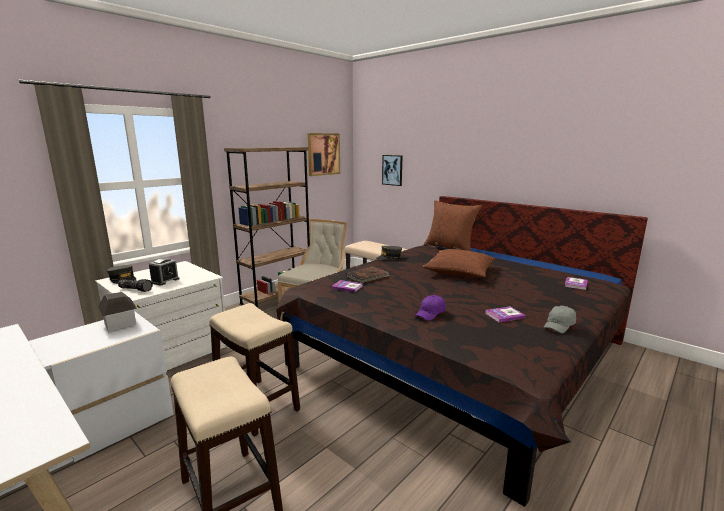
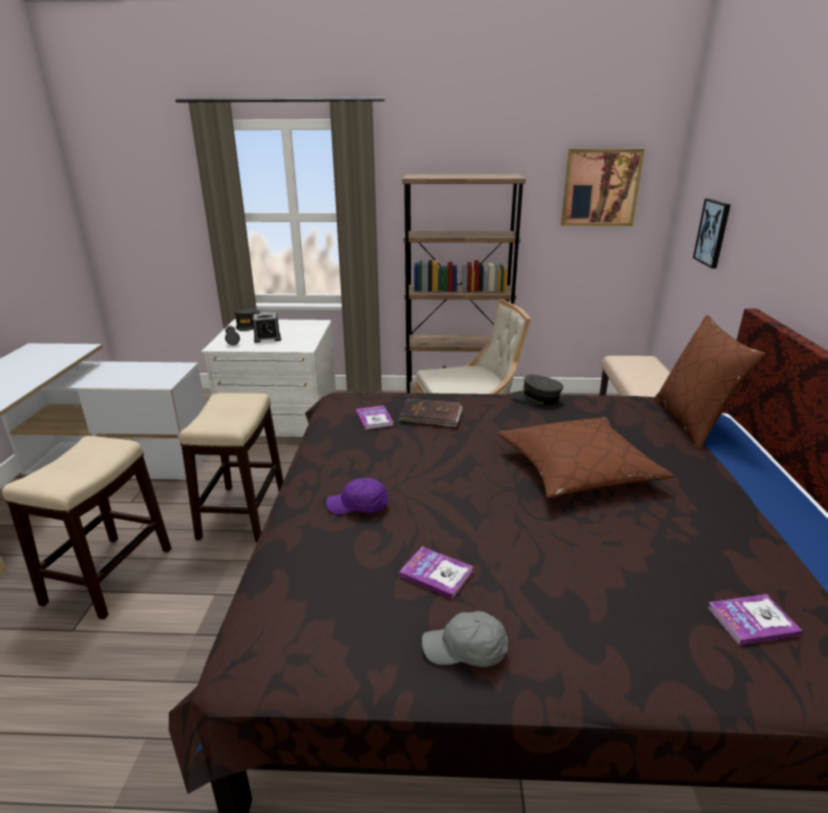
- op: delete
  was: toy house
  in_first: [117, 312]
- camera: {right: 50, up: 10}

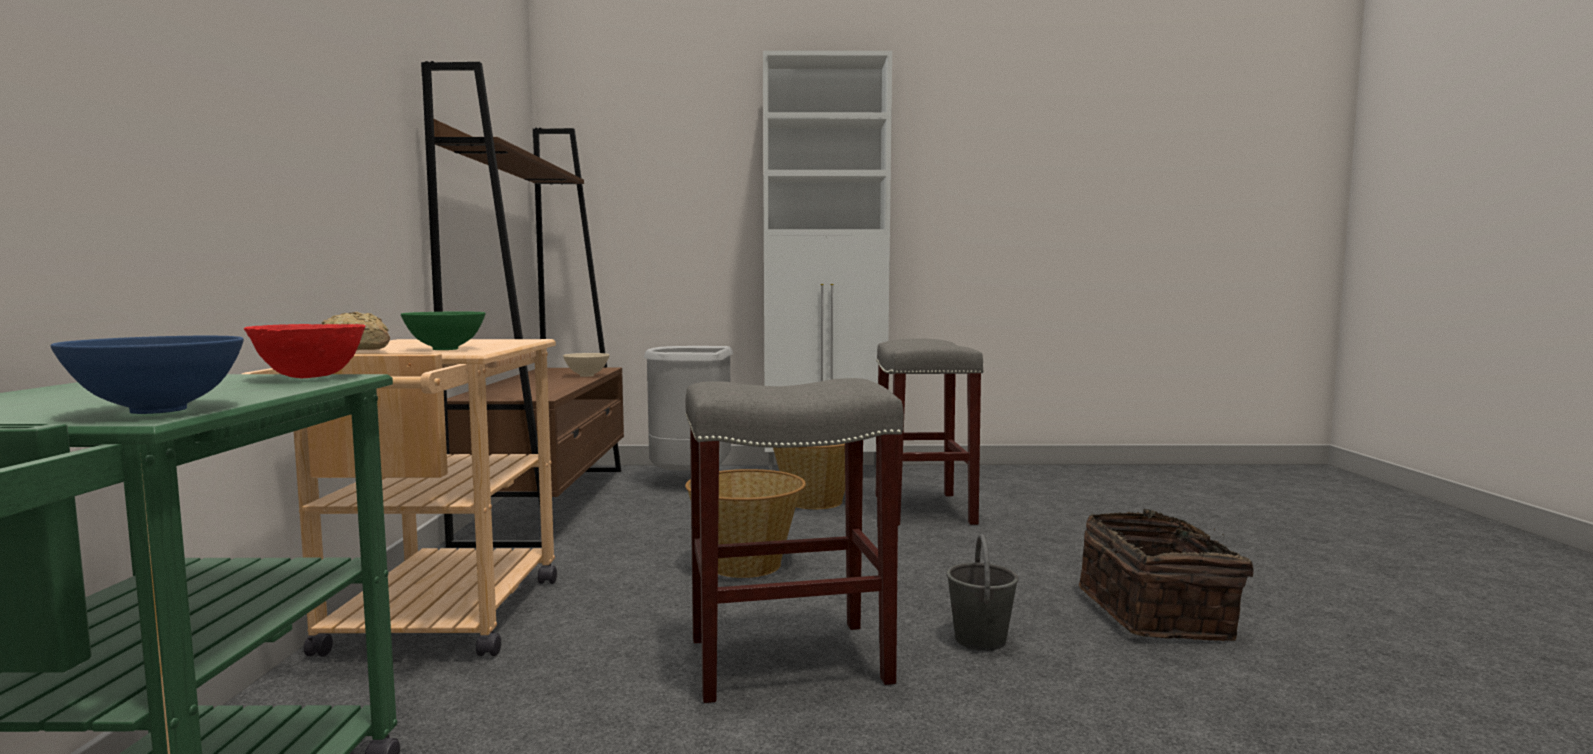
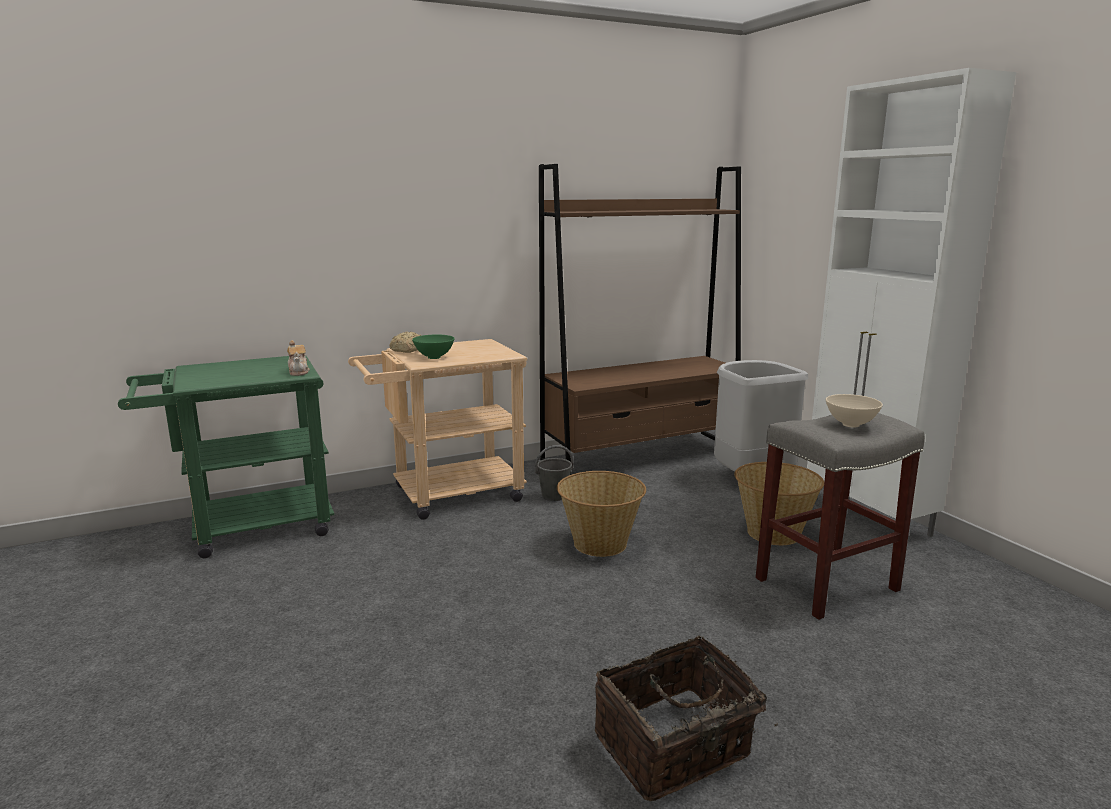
- op: delete
  was: bowl (blue)
  in_first: [147, 375]
- op: delete
  was: stool (grey)
  in_first: [794, 540]
- op: move
  was: bowl (beige)
  in_first: [586, 365]
  in_second: [854, 411]
- op: move
  was: bucket (grey)
  in_first: [983, 592]
  in_second: [554, 473]
- op: replace
  was: bowl (red)
  now: teapot
  in_first: [304, 351]
  in_second: [298, 358]
- camera: {right: 65, up: 10}

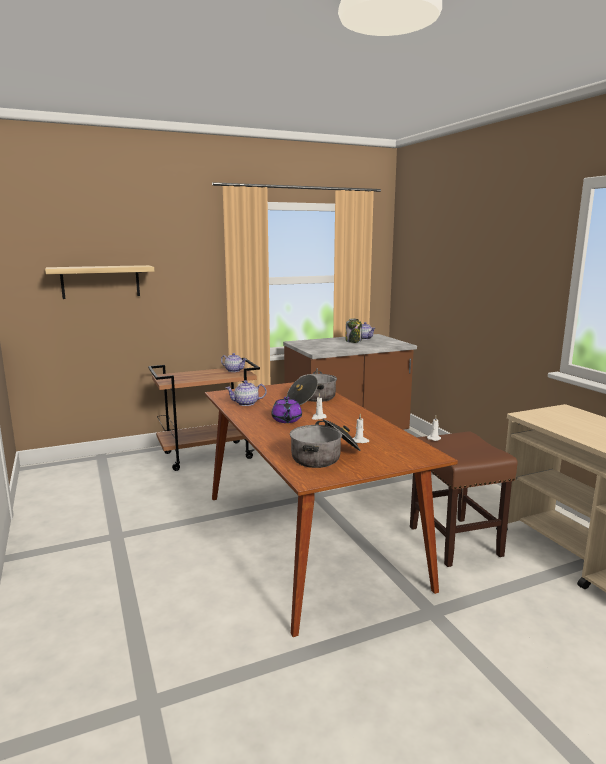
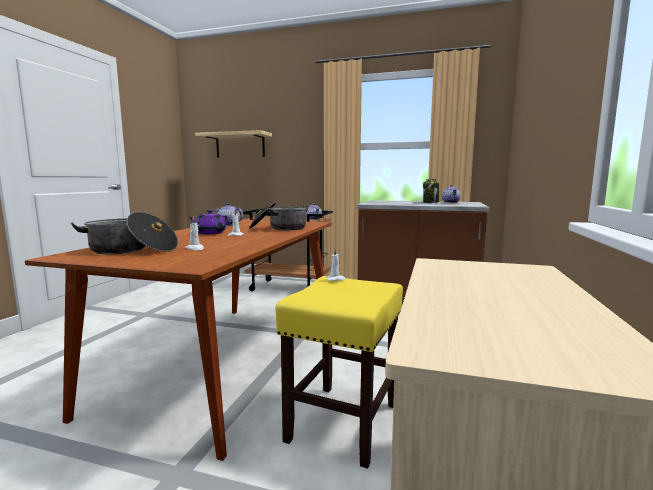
- op: recolor
  was: stool (brown)
  now: stool (yellow)
  in_first: [464, 499]
  in_second: [339, 372]
- camera: {right: 40, up: -5}

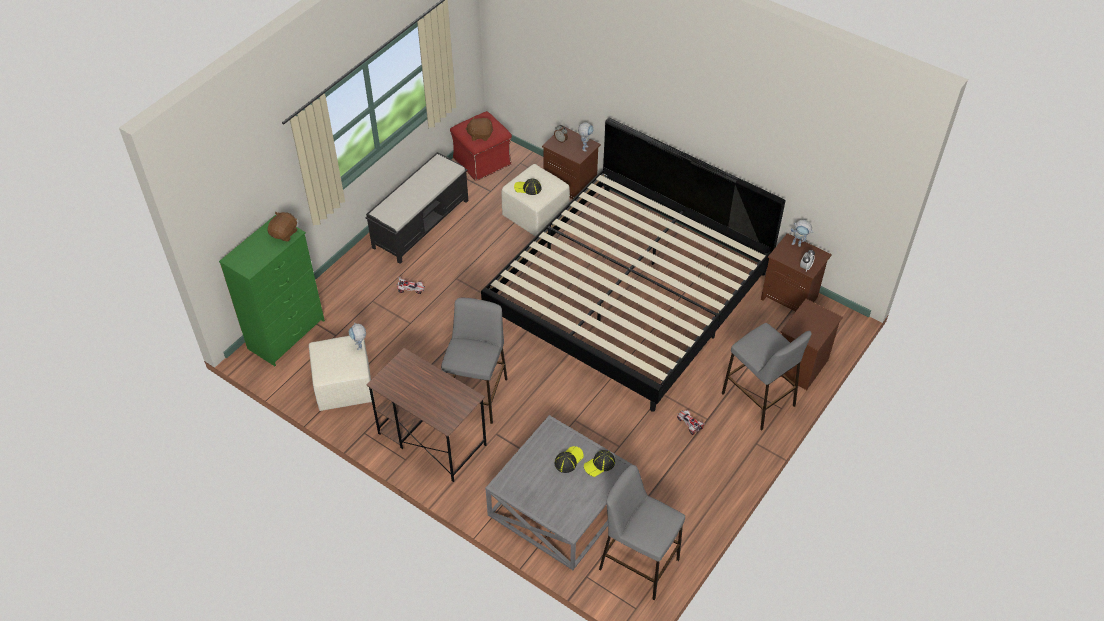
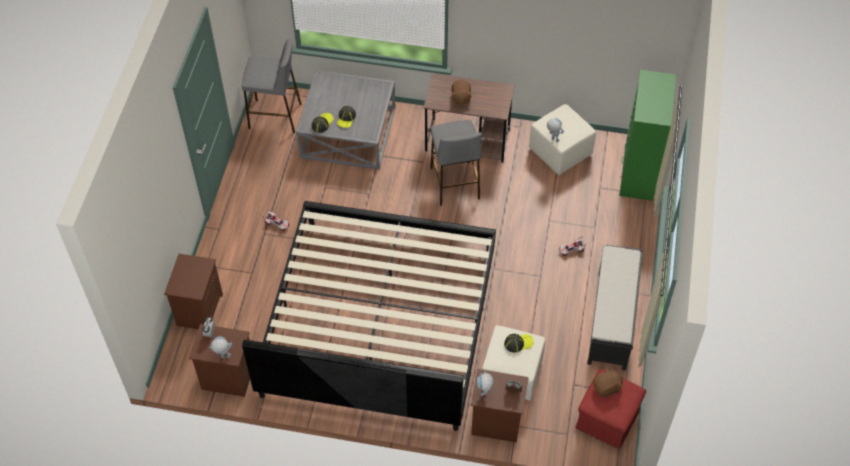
- op: delete
  was: stool (grey)
  in_first: [767, 376]
- op: move
  was: plush toy (brown)
  in_first: [283, 226]
  in_second: [462, 92]
- camera: {right: 155, up: 5}

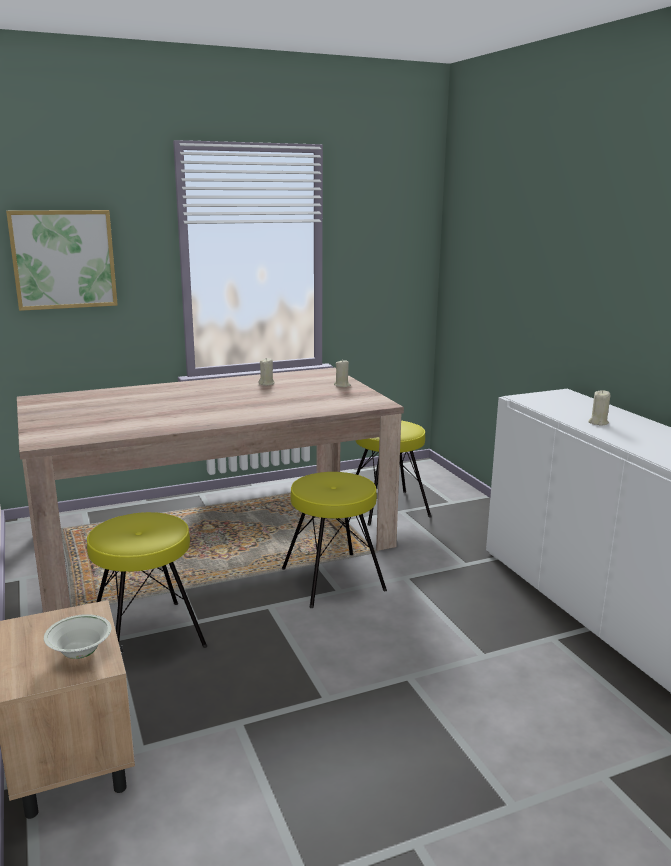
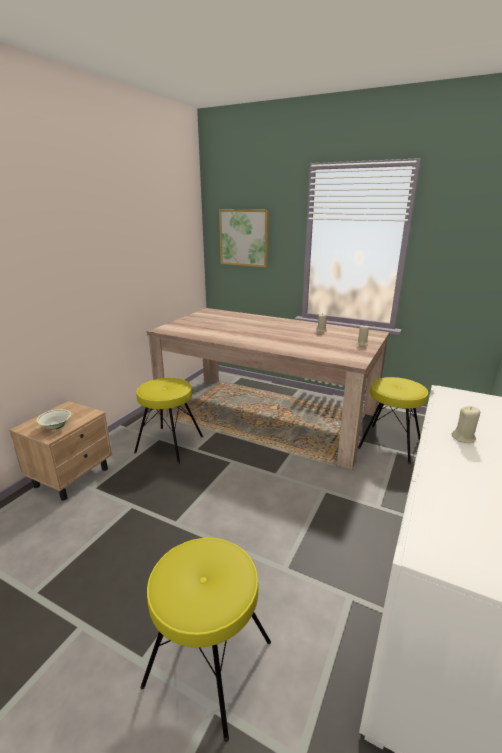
- op: move
  was: stool (yellow)
  in_first: [334, 540]
  in_second: [205, 640]
- camera: {right: 50, up: 5}

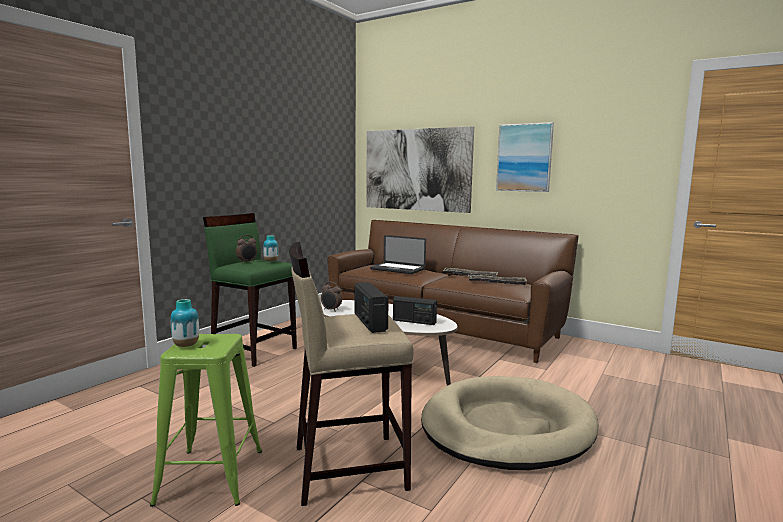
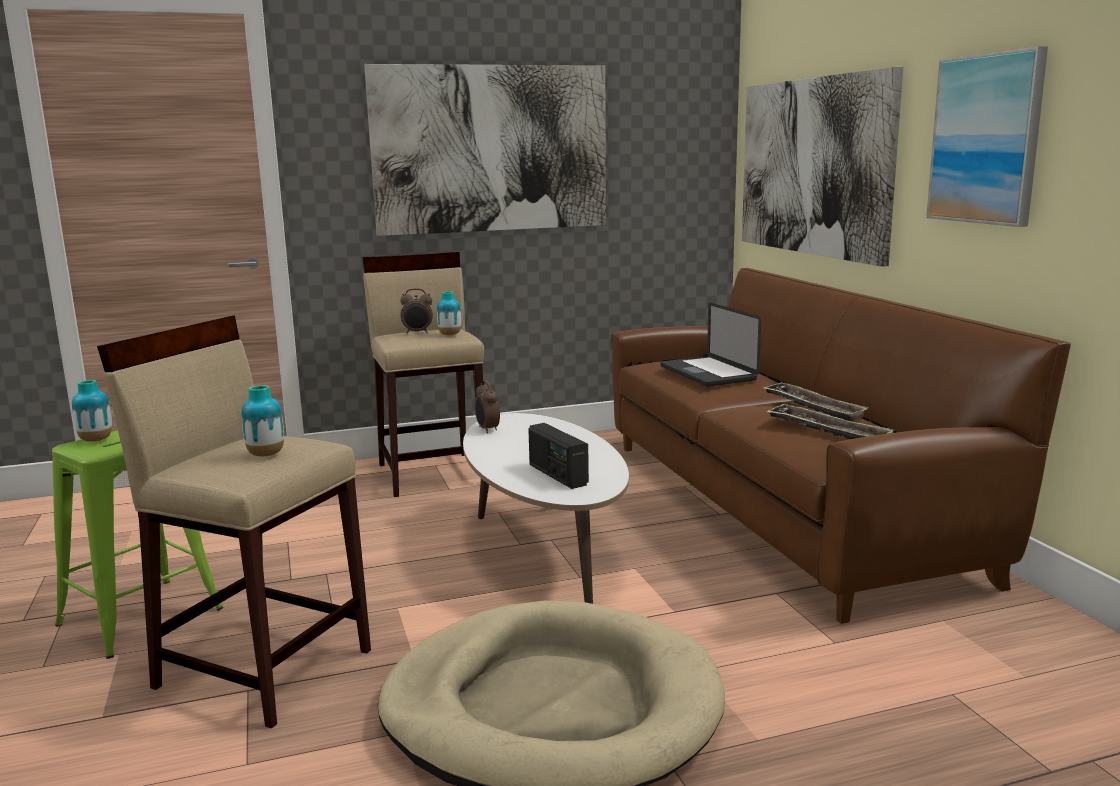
- op: insert
  now: picture
  in_second: [485, 150]
- op: replace
  was: radio
  now: vase
  in_first: [372, 307]
  in_second: [263, 420]
- op: recolor
  was: stool (green)
  now: stool (beige)
  in_first: [250, 290]
  in_second: [423, 374]
- camera: {right: 40, up: 5}

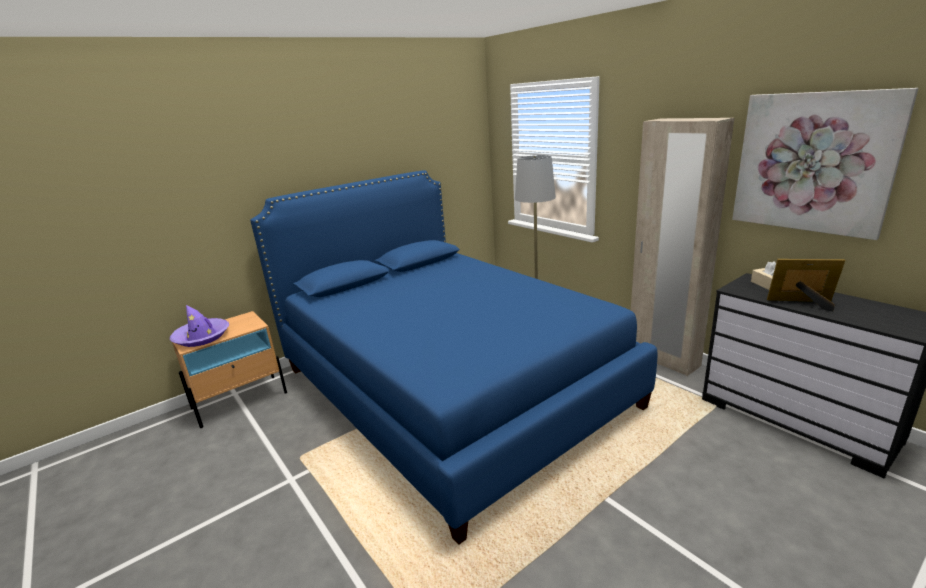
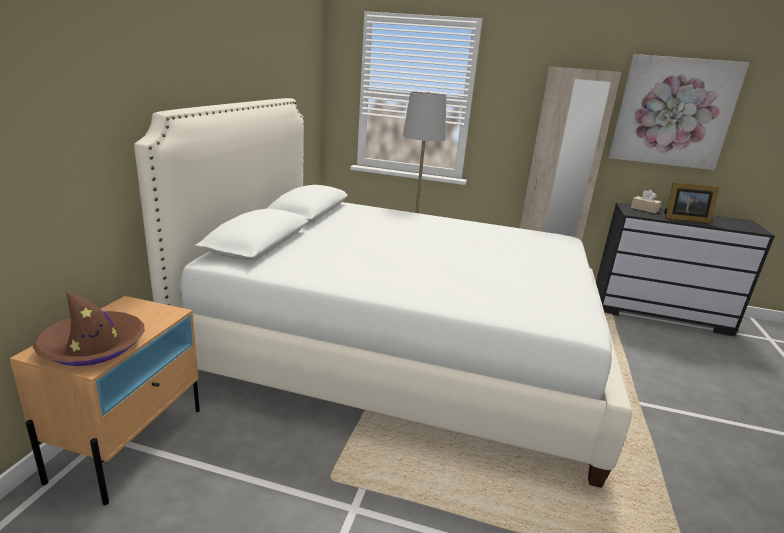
- op: recolor
  was: hat (purple)
  now: hat (brown)
  in_first: [199, 326]
  in_second: [88, 328]
- op: recolor
  was: bed (blue)
  now: bed (white)
  in_first: [453, 357]
  in_second: [383, 293]
- op: rotate
  was: picture frame
  in_first: [806, 285]
  in_second: [692, 203]
  clockwise: -150
- camera: {right: -40, up: 0}

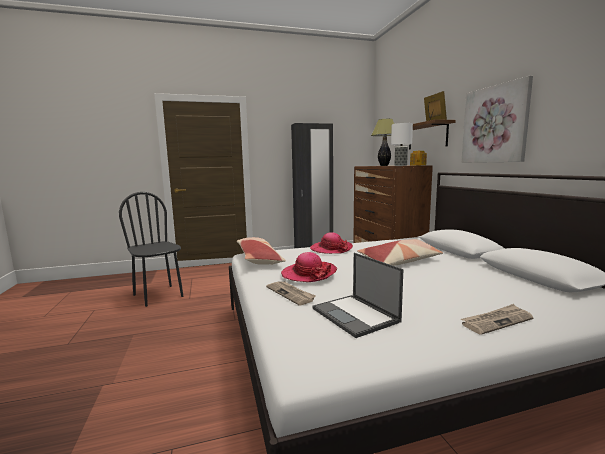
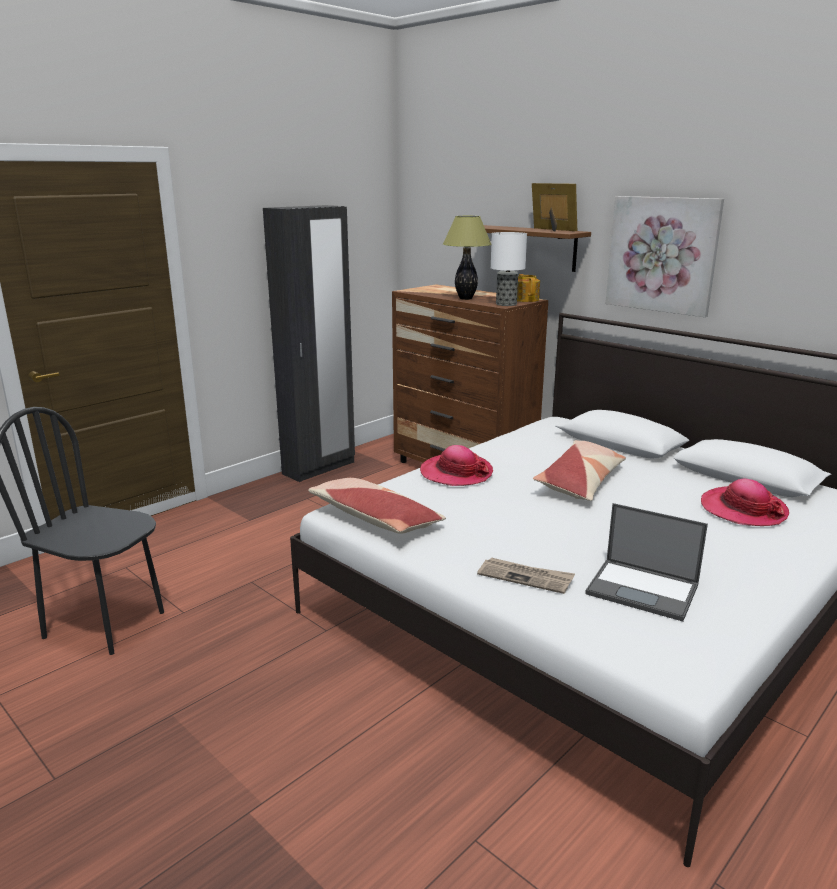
- op: delete
  was: newspaper
  in_first: [497, 319]
- op: move
  was: hat
  in_first: [309, 267]
  in_second: [745, 502]
- camera: {right: -30, up: 10}

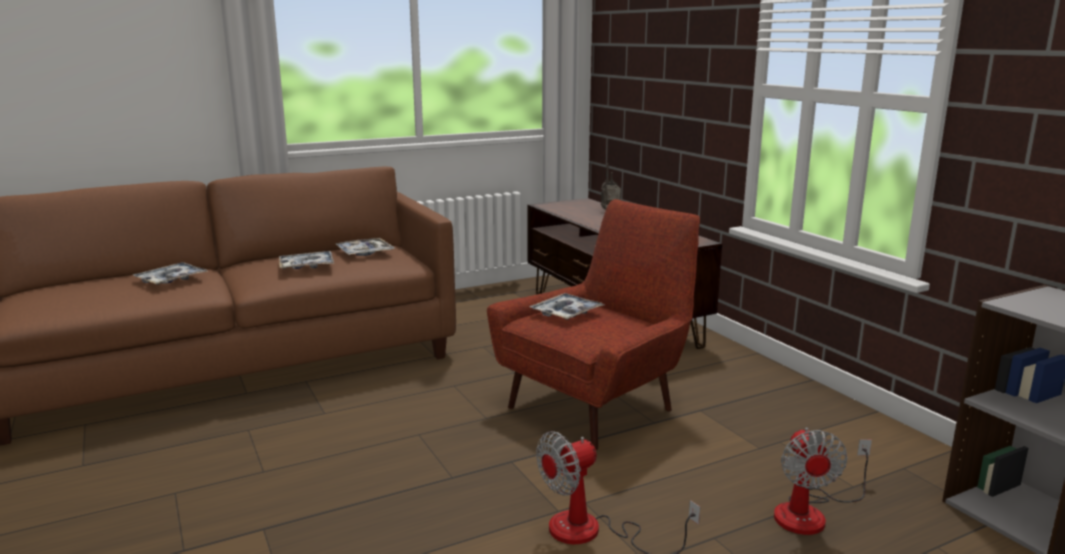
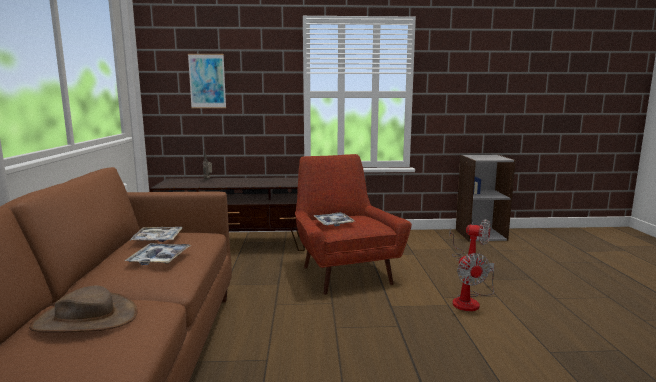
- op: insert
  now: picture
  in_second: [207, 81]
- op: replace
  was: tray
  now: hat (brown)
  in_first: [170, 273]
  in_second: [83, 309]
- camera: {right: -65, up: -5}

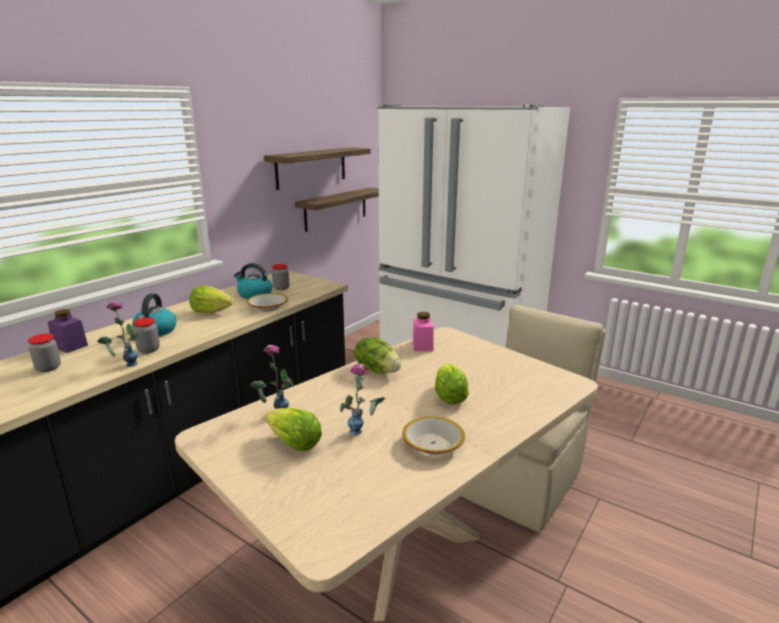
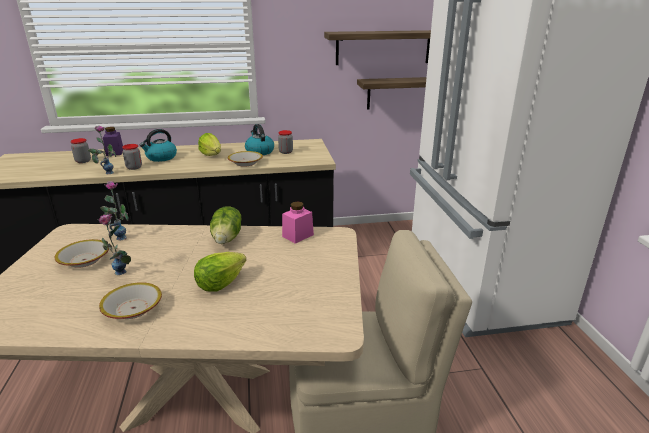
- op: replace
  was: lettuce
  now: bowl
  in_first: [293, 429]
  in_second: [82, 253]
- camera: {right: 45, up: 5}

